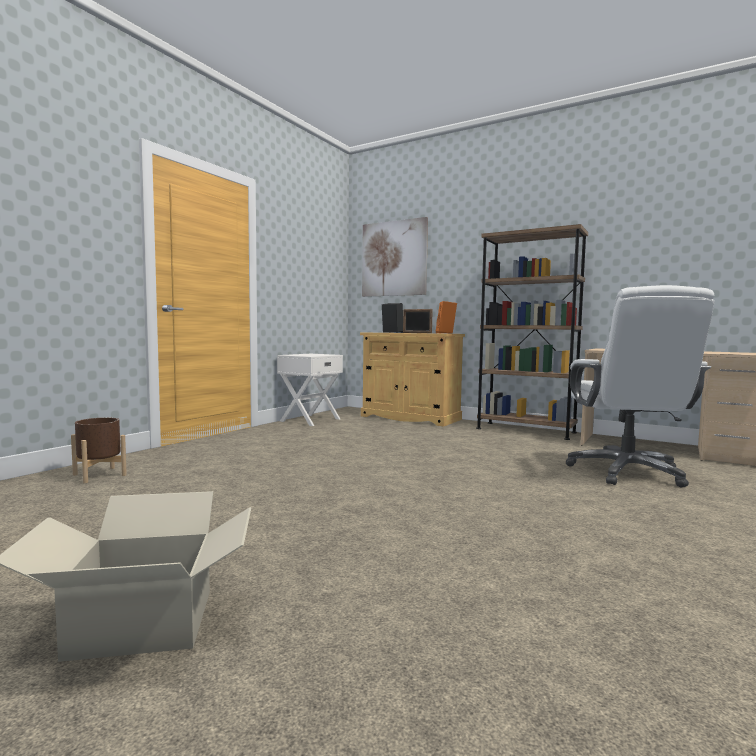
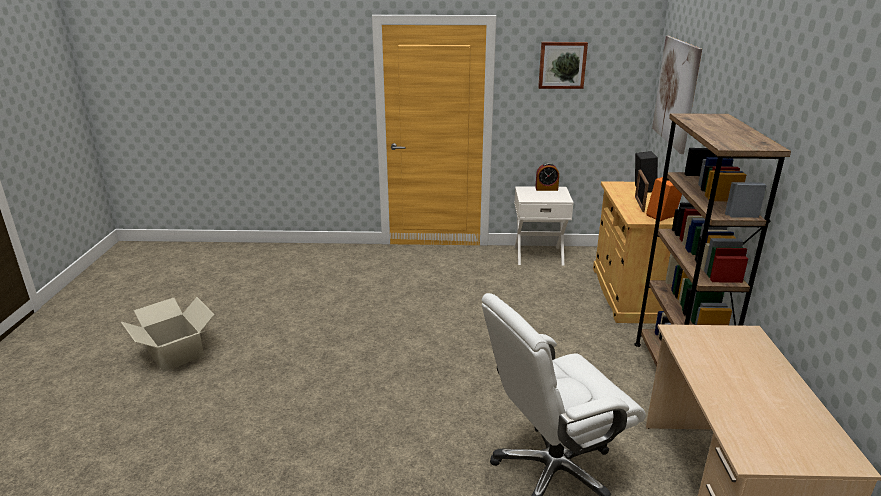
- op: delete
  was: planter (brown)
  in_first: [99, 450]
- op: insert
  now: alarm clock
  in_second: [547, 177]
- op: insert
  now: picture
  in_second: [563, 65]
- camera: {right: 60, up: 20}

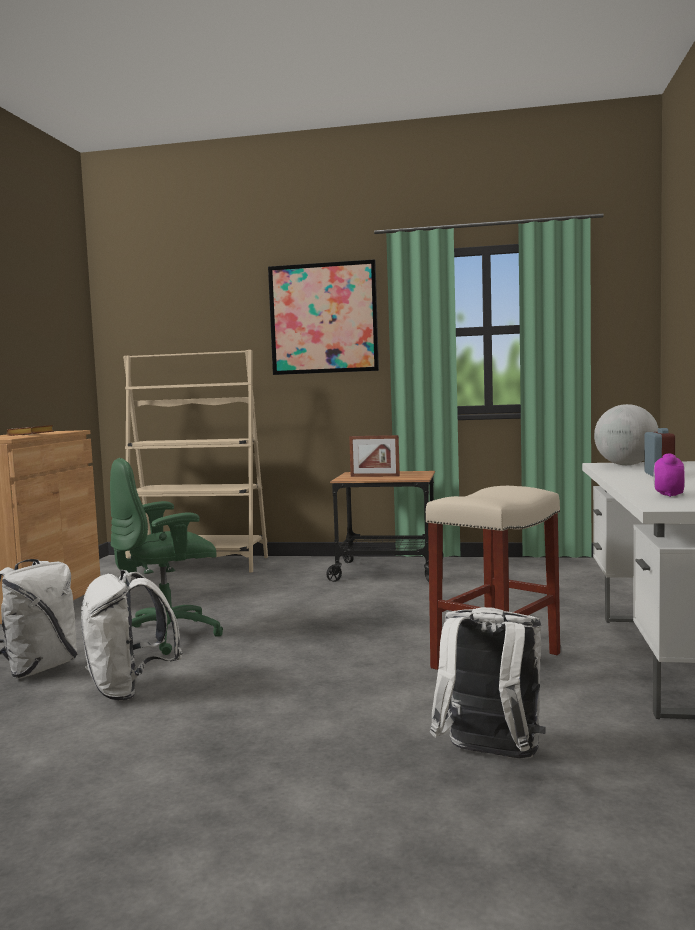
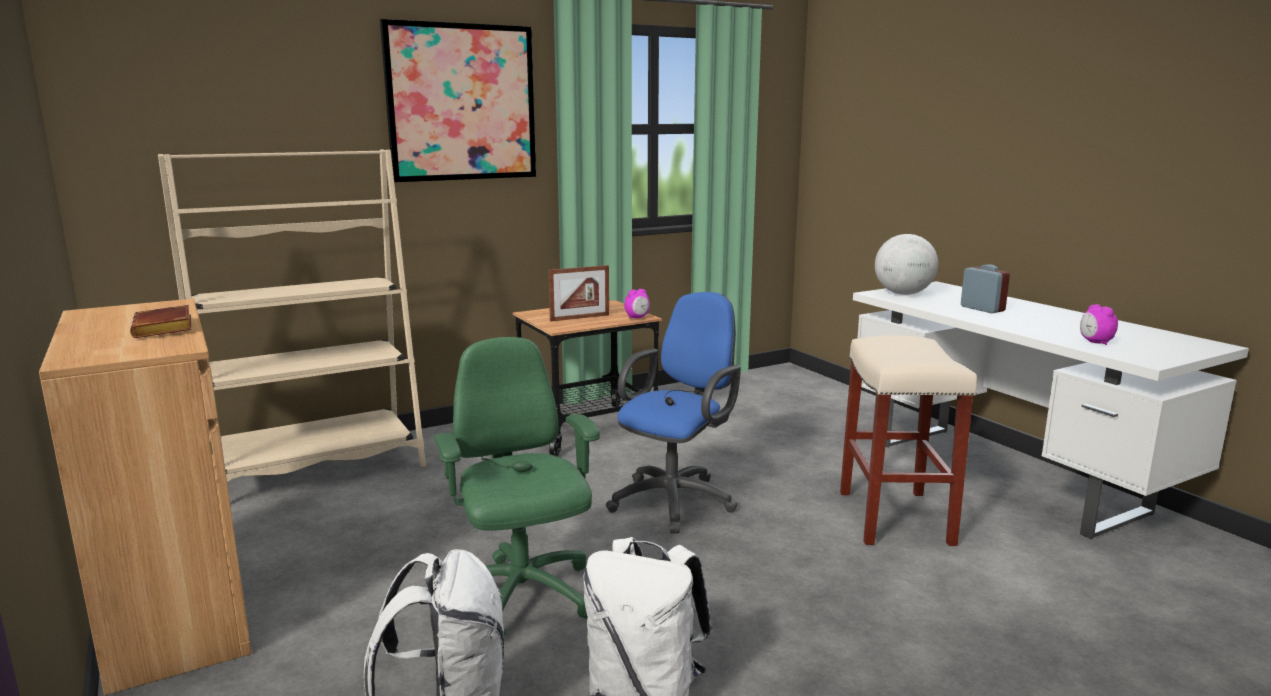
- op: delete
  was: backpack (white)
  in_first: [488, 683]
- op: insert
  now: office chair (blue)
  in_second: [673, 413]
- op: insert
  now: alarm clock
  in_second: [637, 304]
- op: rotate
  was: office chair (green)
  in_first: [166, 556]
  in_second: [517, 487]
  clockwise: 135
- camera: {right: -40, up: 10}

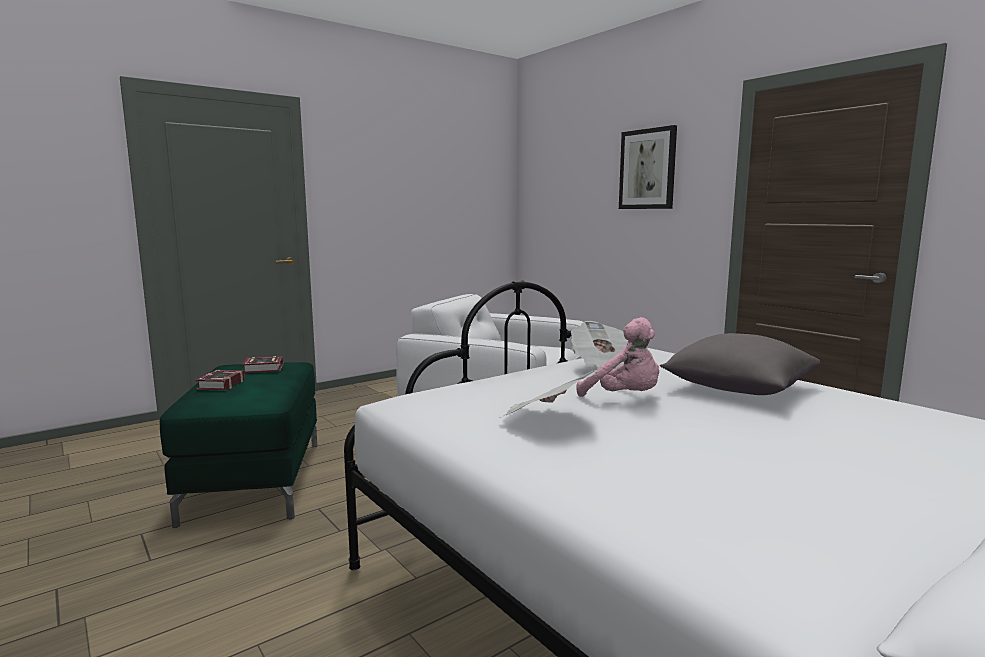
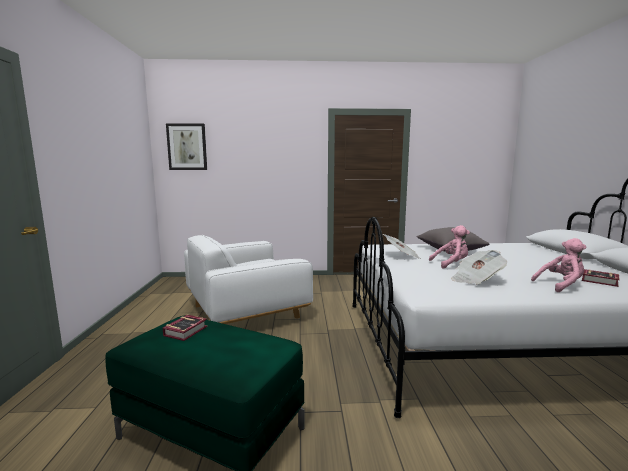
- op: insert
  now: plush toy (pink)
  in_second: [558, 265]
- op: move
  was: book
  in_first: [220, 380]
  in_second: [601, 278]
- op: move
  was: picture
  in_first: [648, 167]
  in_second: [186, 146]
- camera: {right: -55, up: 0}

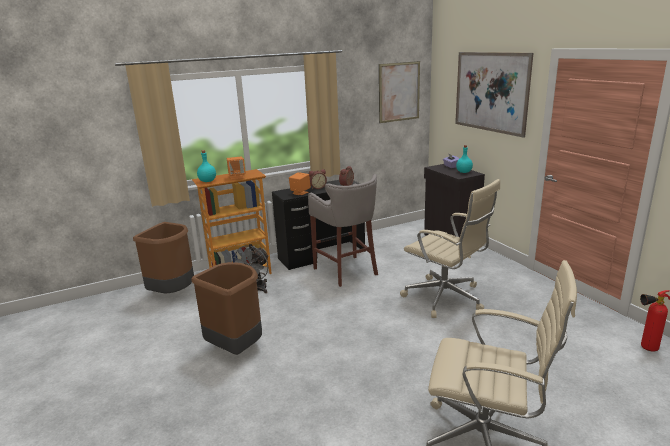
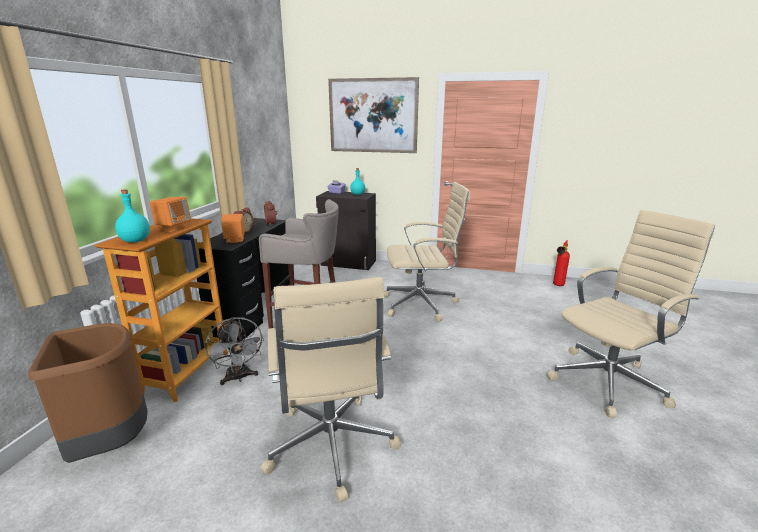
- op: delete
  was: picture
  in_first: [399, 92]
- op: replace
  was: trash can (brown)
  now: office chair (beige)
  in_first: [226, 308]
  in_second: [331, 390]
- camera: {right: -50, up: 0}

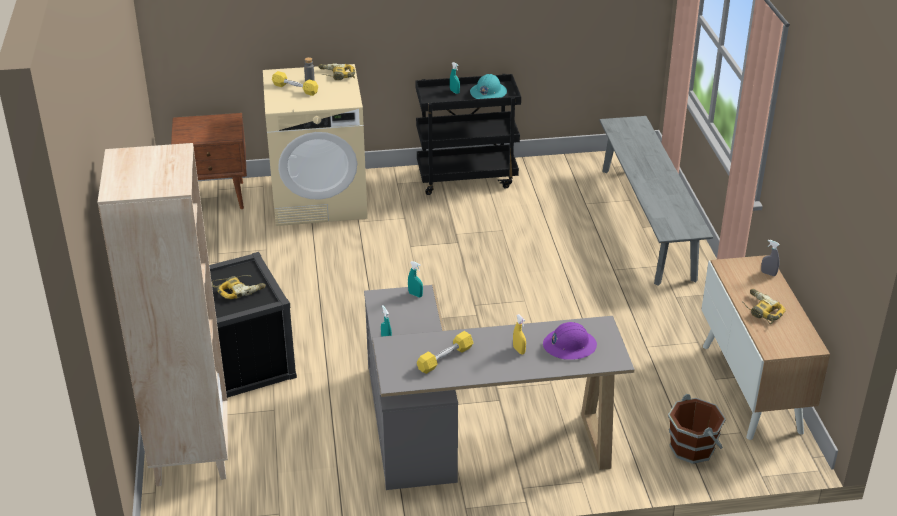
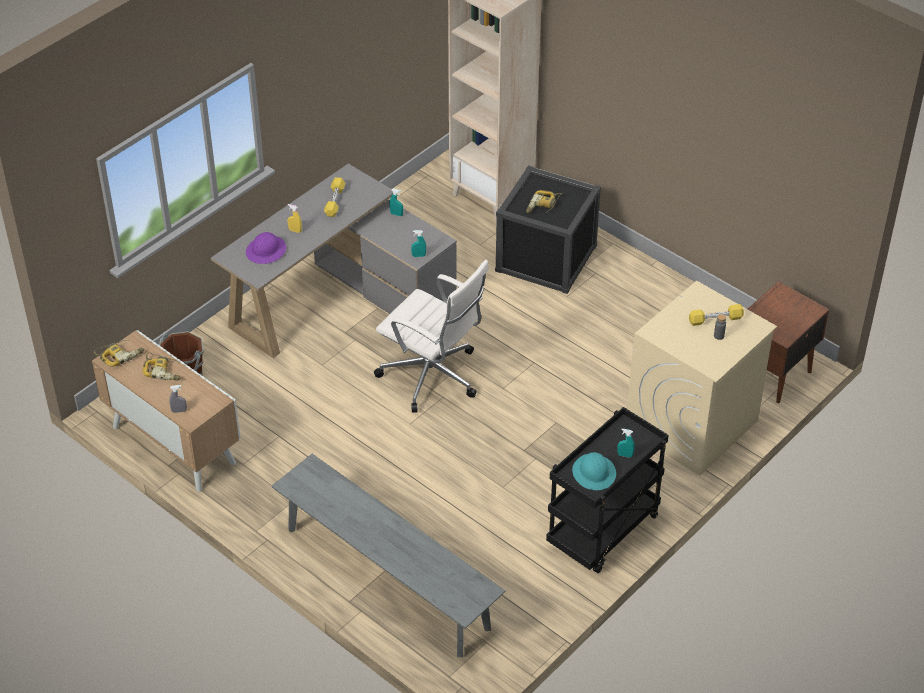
- op: insert
  now: office chair (white)
  in_second: [431, 336]
- op: move
  was: power drill
  in_first: [336, 71]
  in_second: [119, 353]
- camera: {right: 140, up: 10}

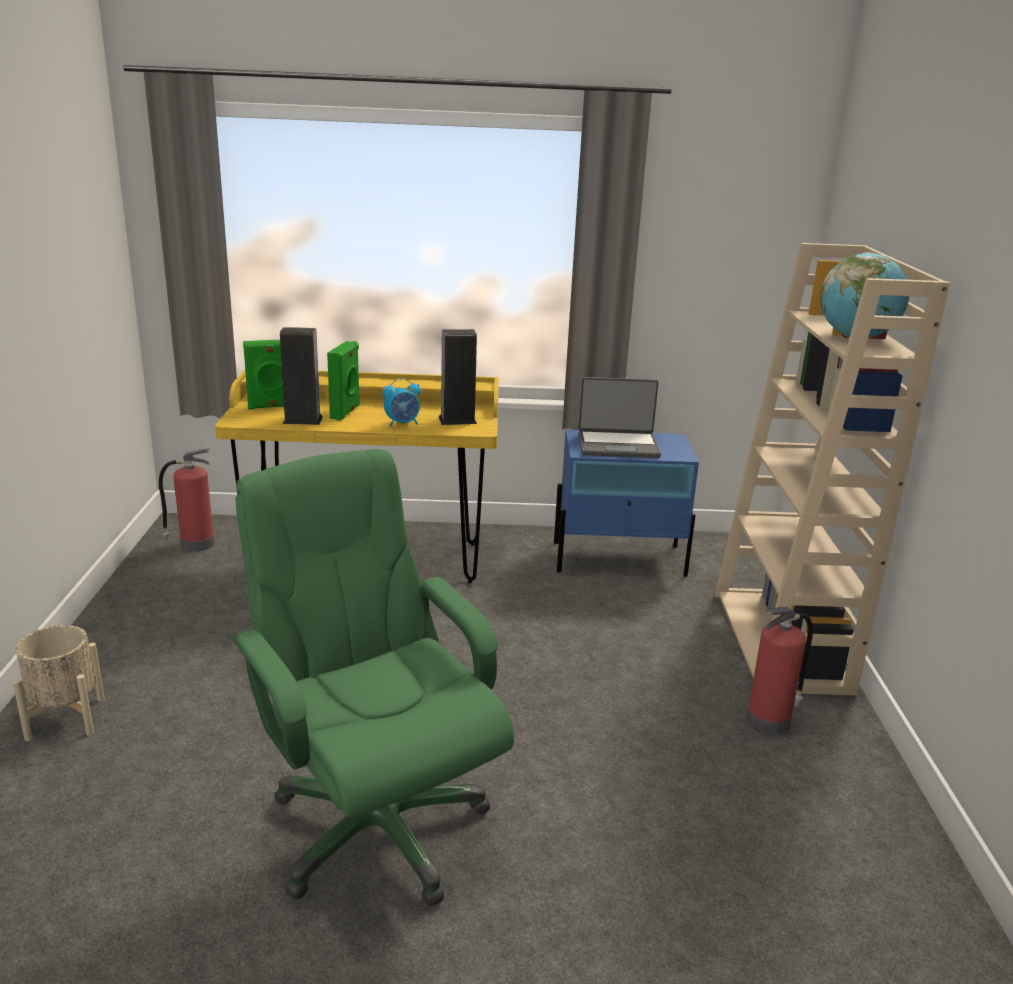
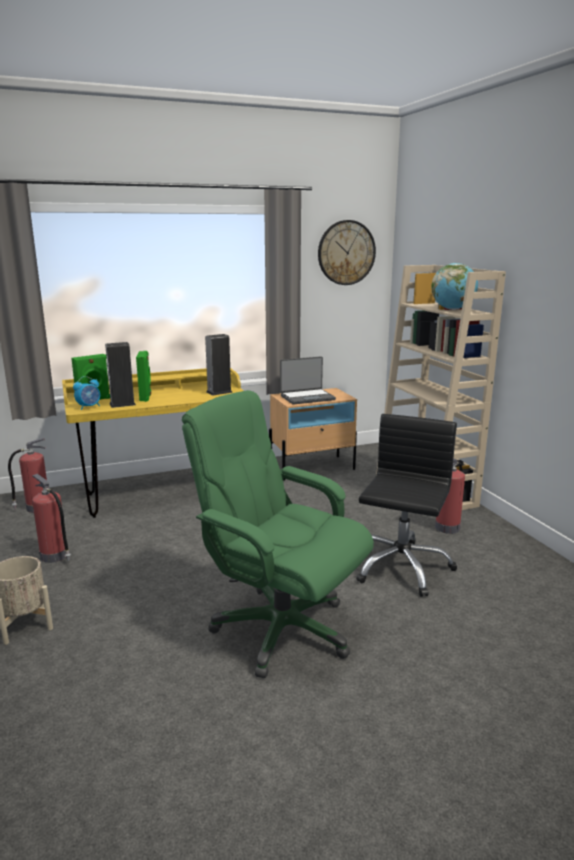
- op: insert
  now: fire extinguisher
  in_second: [51, 518]
- op: insert
  now: wall clock
  in_second: [347, 252]
- op: insert
  now: office chair (black)
  in_second: [406, 505]
- op: move
  was: alarm clock
  in_first: [402, 402]
  in_second: [86, 393]
- op: recolor
  was: nightstand (blue)
  now: nightstand (beige)
  in_first: [626, 503]
  in_second: [313, 434]
- camera: {right: -20, up: -5}

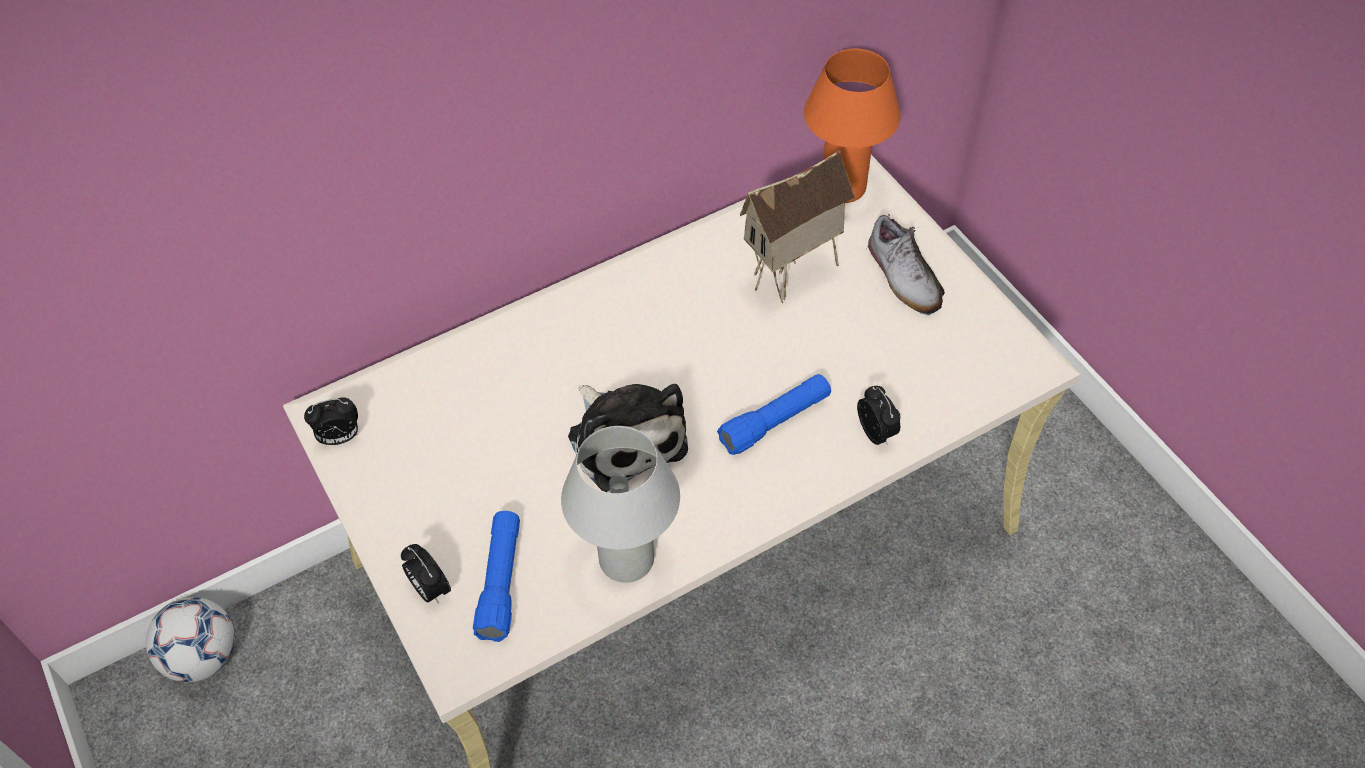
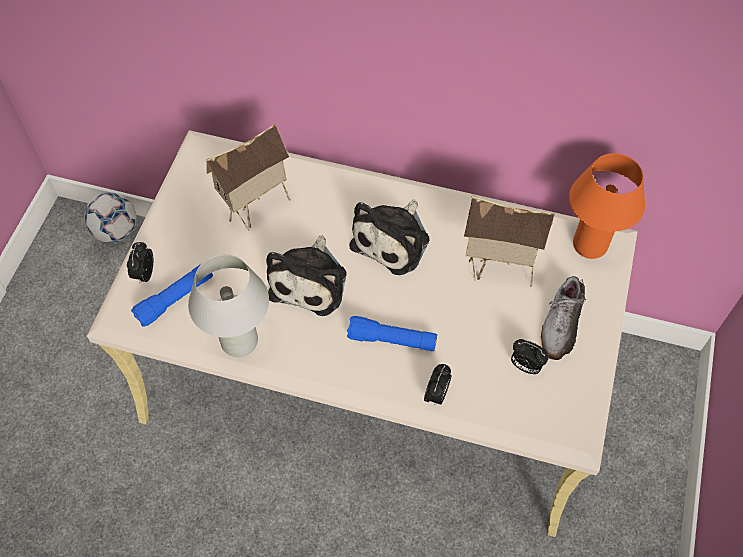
- op: insert
  now: toy house
  in_second: [248, 176]
- op: insert
  now: plush toy
  in_second: [389, 237]
- op: move
  was: alarm clock
  in_first: [331, 421]
  in_second: [530, 356]
- camera: {right: 45, up: 5}

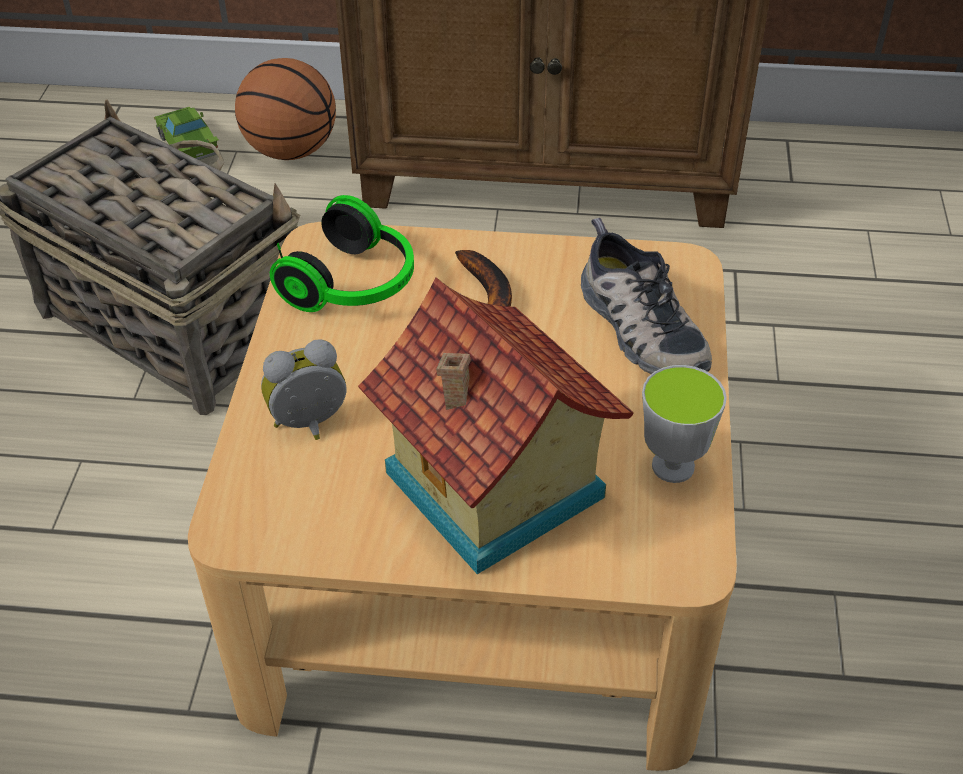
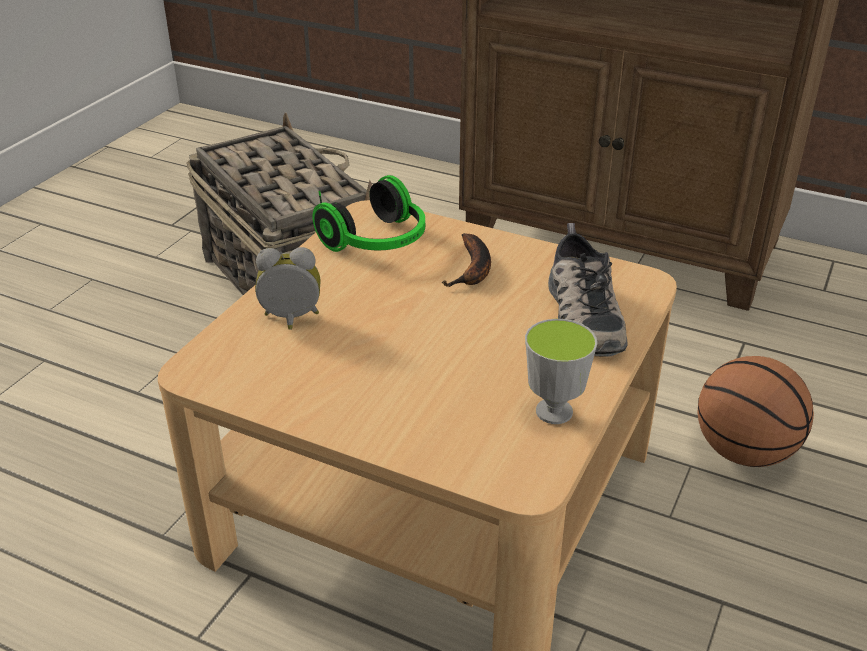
- op: delete
  was: toy car (green)
  in_first: [186, 133]
- op: delete
  was: toy house
  in_first: [496, 425]
- op: move
  was: basketball
  in_first: [285, 109]
  in_second: [755, 411]
- camera: {right: 20, up: -10}

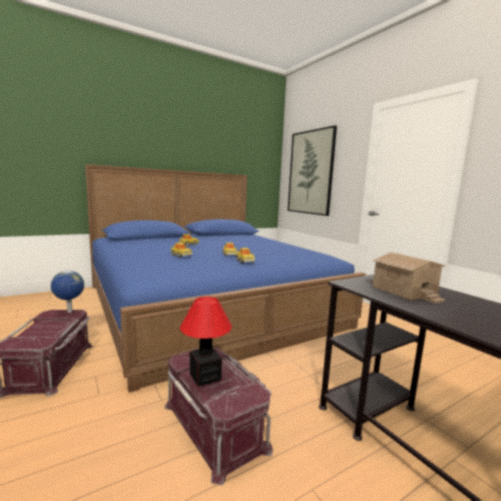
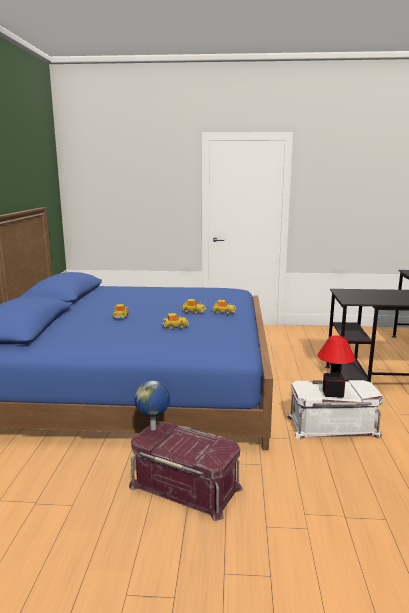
- op: delete
  was: picture
  in_first: [312, 170]
- op: delete
  was: toy house
  in_first: [407, 278]
- op: recolor
  was: storage box (red)
  now: storage box (white)
  in_first: [218, 416]
  in_second: [335, 409]
- camera: {right: -55, up: 5}

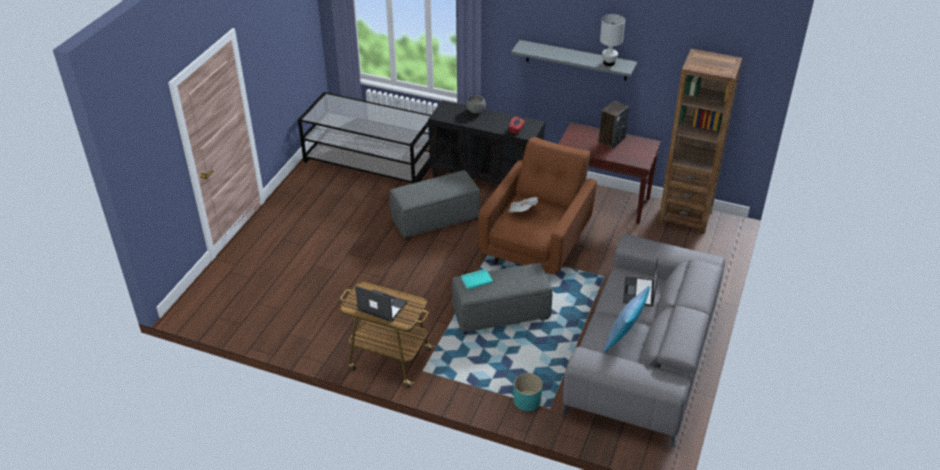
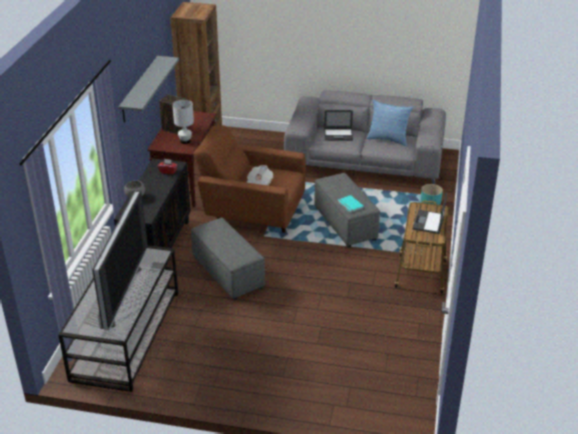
- op: insert
  now: television
  in_second: [120, 260]
- op: move
  was: table lamp (white)
  in_first: [612, 40]
  in_second: [183, 122]
- camera: {right: -100, up: -5}

